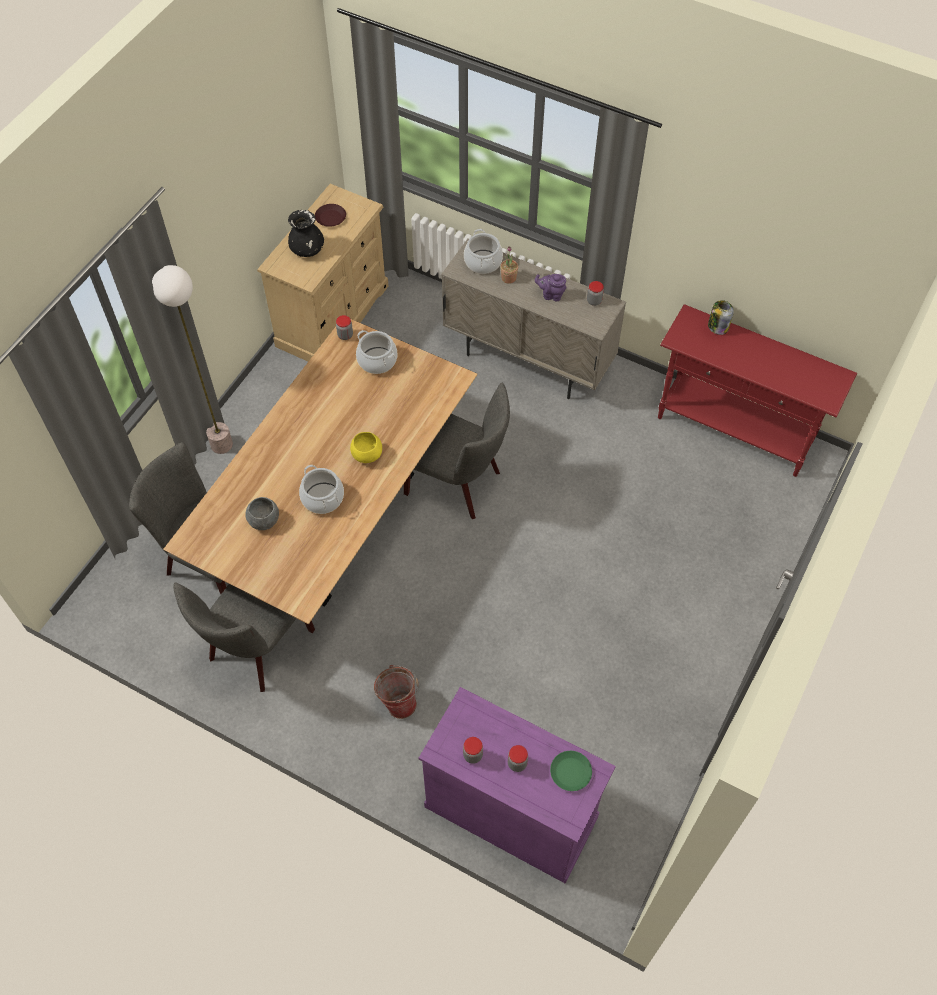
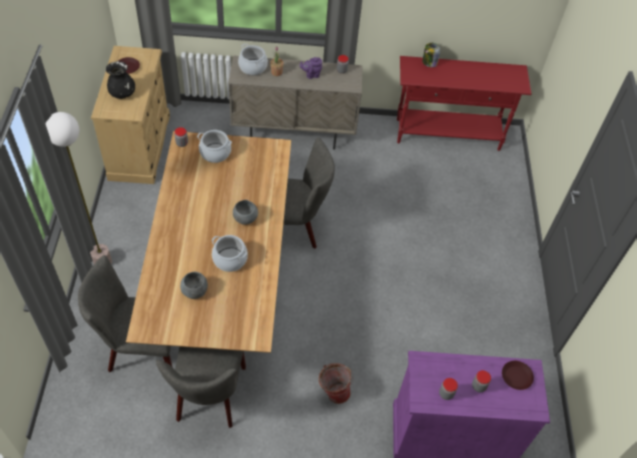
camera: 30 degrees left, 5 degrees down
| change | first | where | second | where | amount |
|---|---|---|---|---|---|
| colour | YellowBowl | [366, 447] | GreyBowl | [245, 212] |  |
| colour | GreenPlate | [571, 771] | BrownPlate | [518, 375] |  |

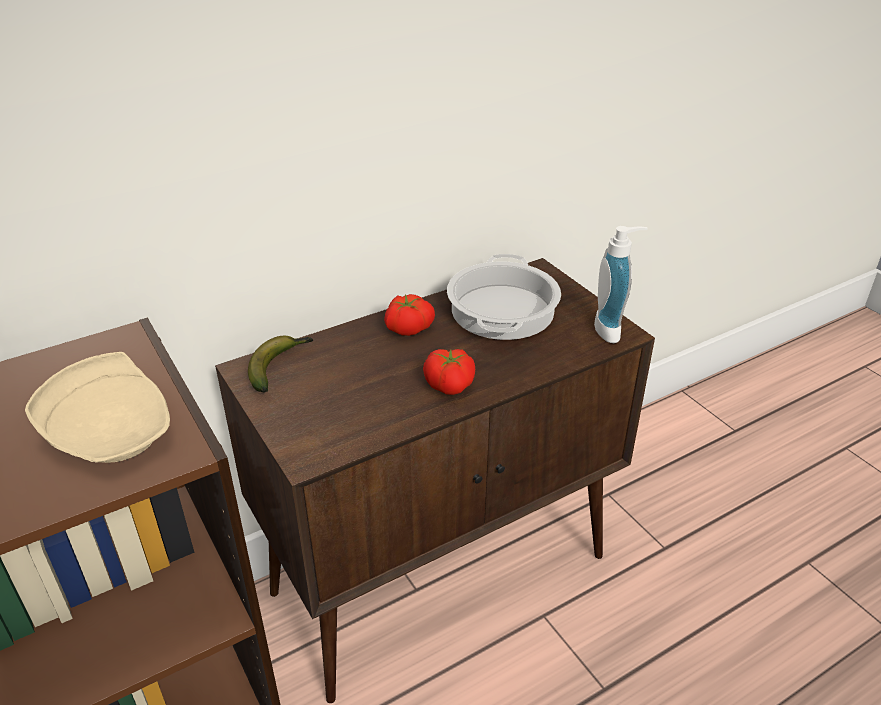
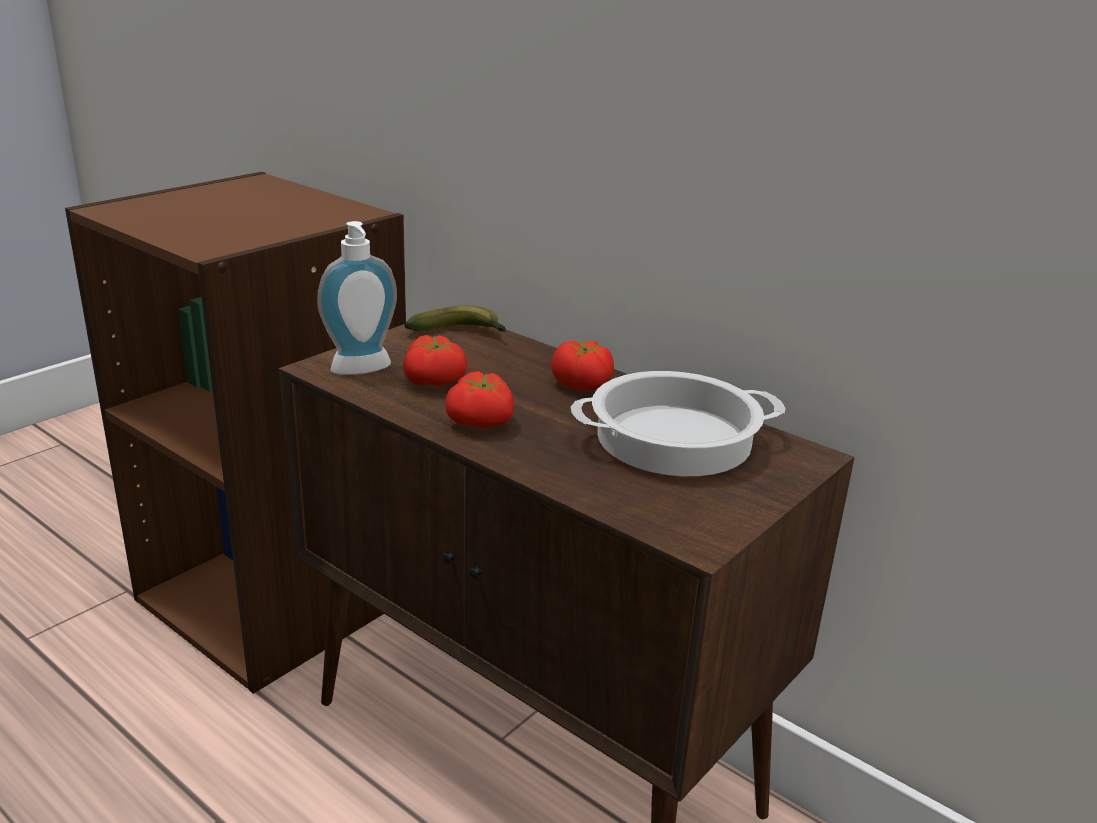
camera: 70 degrees right, 10 degrees down
| change | first | where | second | where | amount |
|---|---|---|---|---|---|
| relocated | SoapDispenser | [621, 284] |  | [357, 298] |  |
| missing | BeigePlate | [97, 407] |  |  |  |
| appeared |  |  | Tomato | [435, 360] |  |

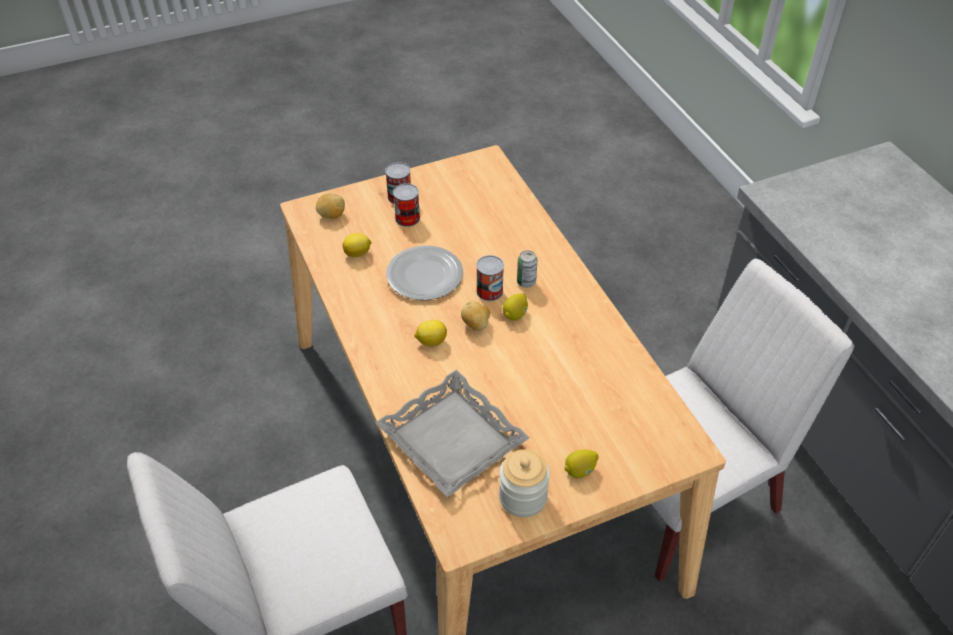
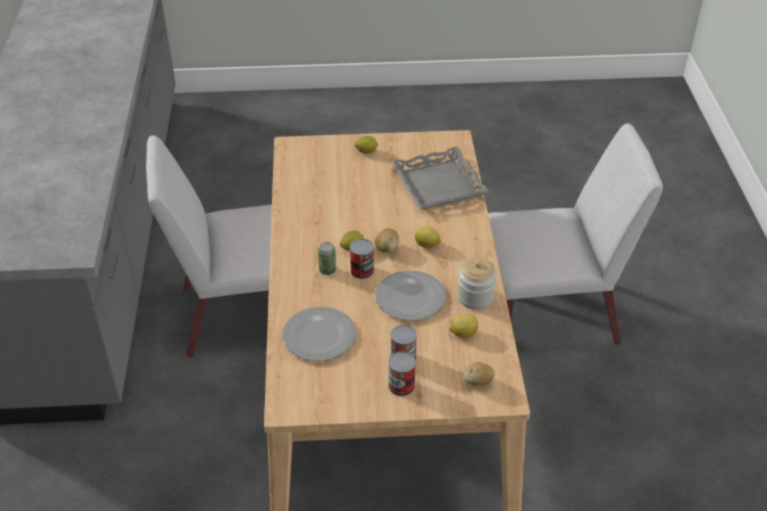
camera: 160 degrees left, 5 degrees down
| change | first | where | second | where | amount |
|---|---|---|---|---|---|
| relocated | Jar | [524, 483] |  | [477, 283] |  |
| appeared |  |  | Plate | [319, 334] |  |

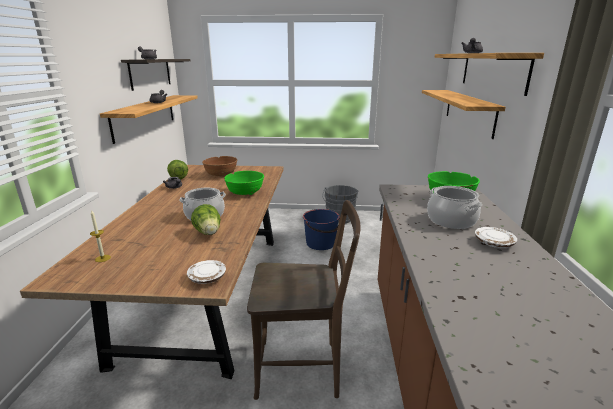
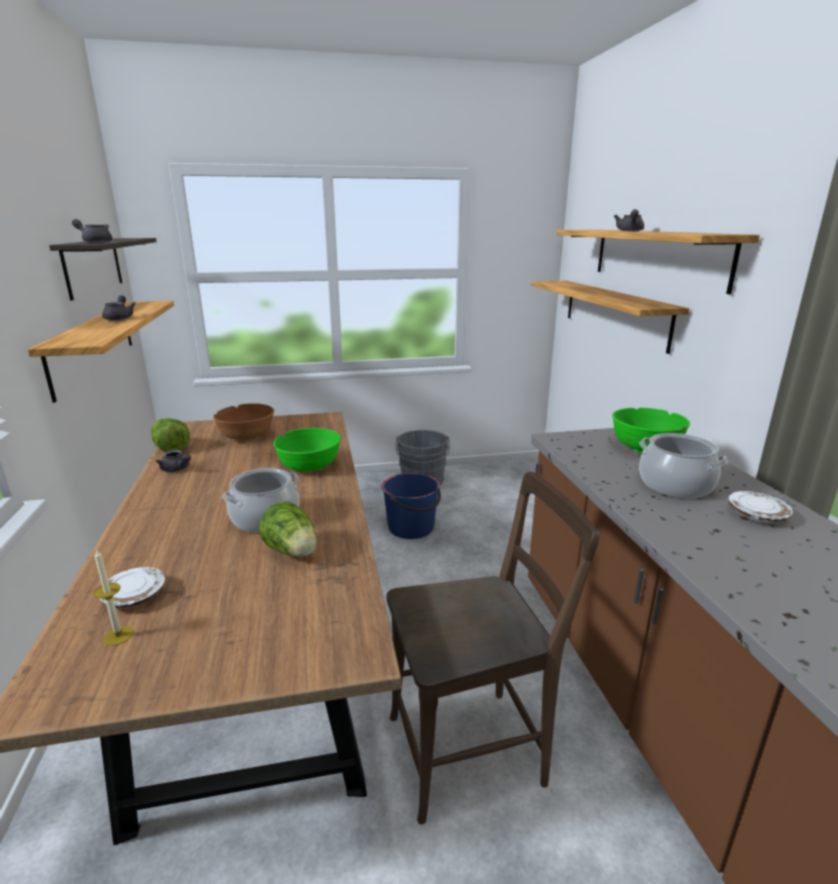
camera: 15 degrees left, 0 degrees up
| change | first | where | second | where | amount |
|---|---|---|---|---|---|
| relocated | WhitePlate | [206, 272] |  | [132, 587] |  |

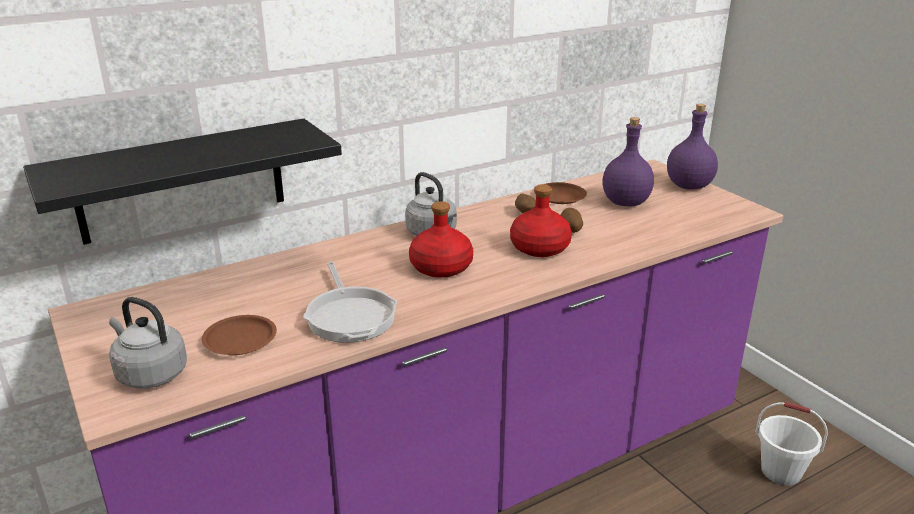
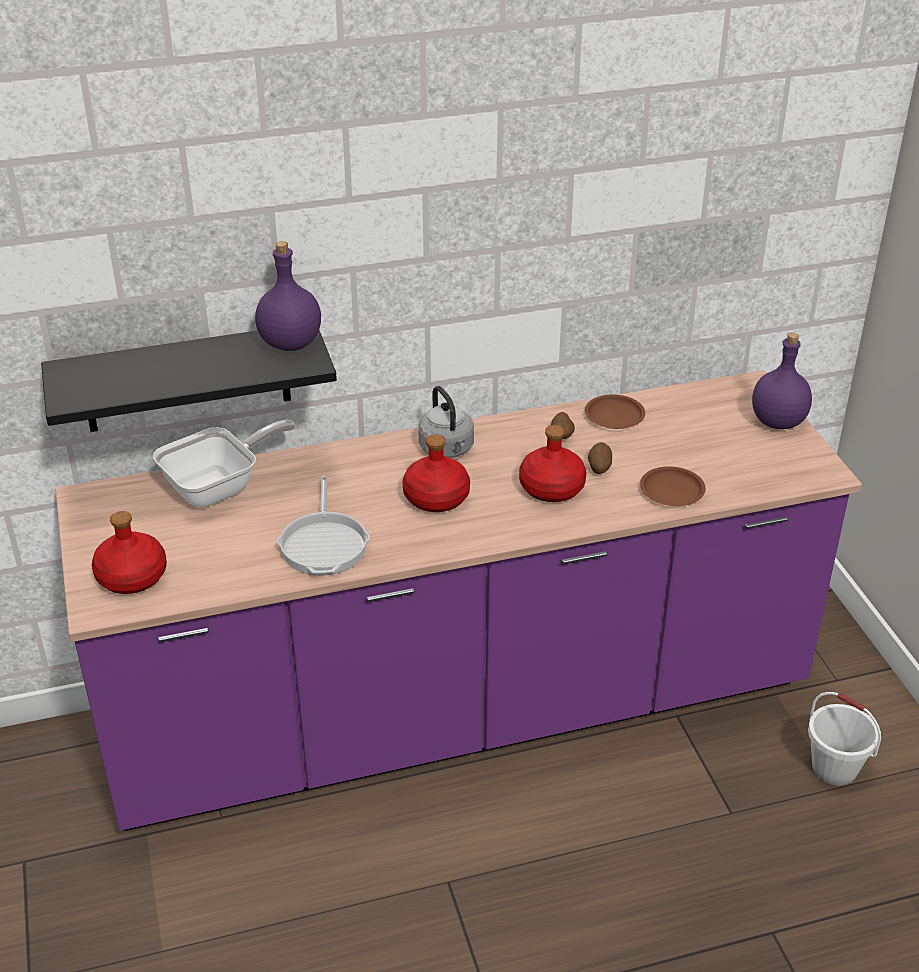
camera: 15 degrees right, 10 degrees up
| change | first | where | second | where | amount |
|---|---|---|---|---|---|
| relocated | PurpleBottle | [628, 161] |  | [288, 296] |  |
| exchanged | GreyKettle | [148, 343] | RedBottle | [129, 552] |  |
| relocated | BrownPlate | [239, 335] |  | [673, 486] |  |
| appeared |  |  | FryingPan | [224, 464] |  |

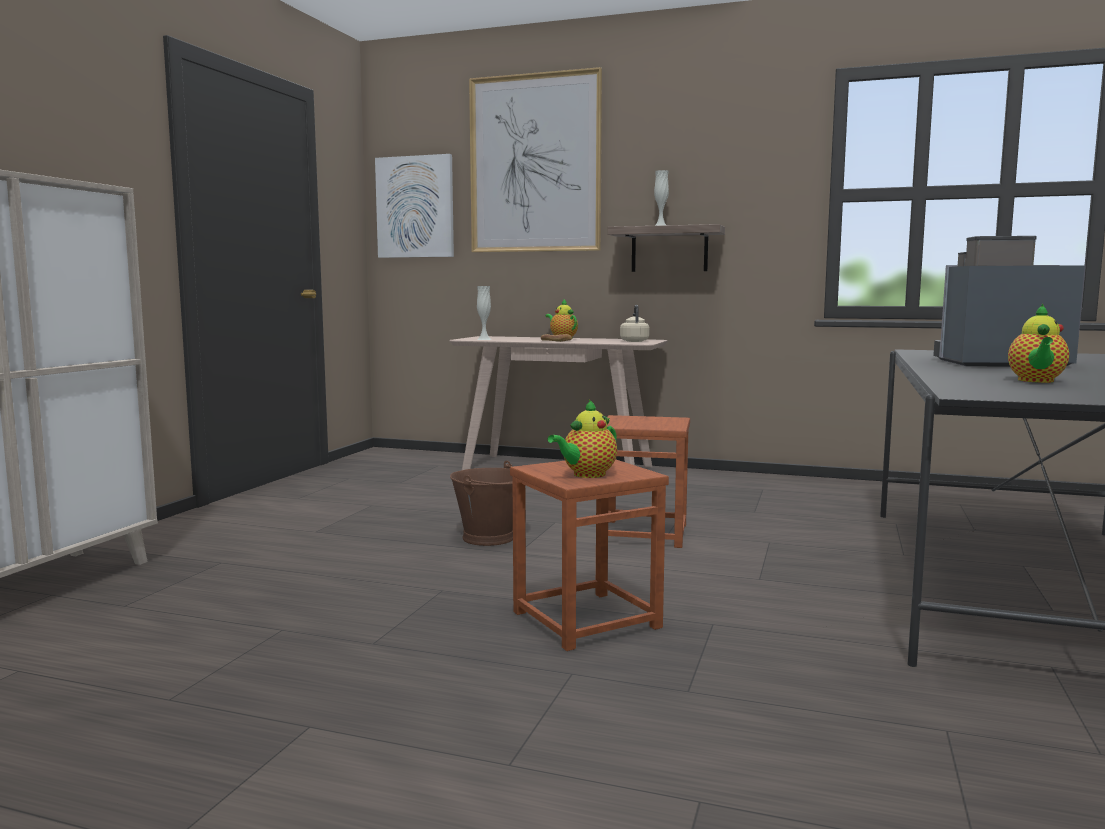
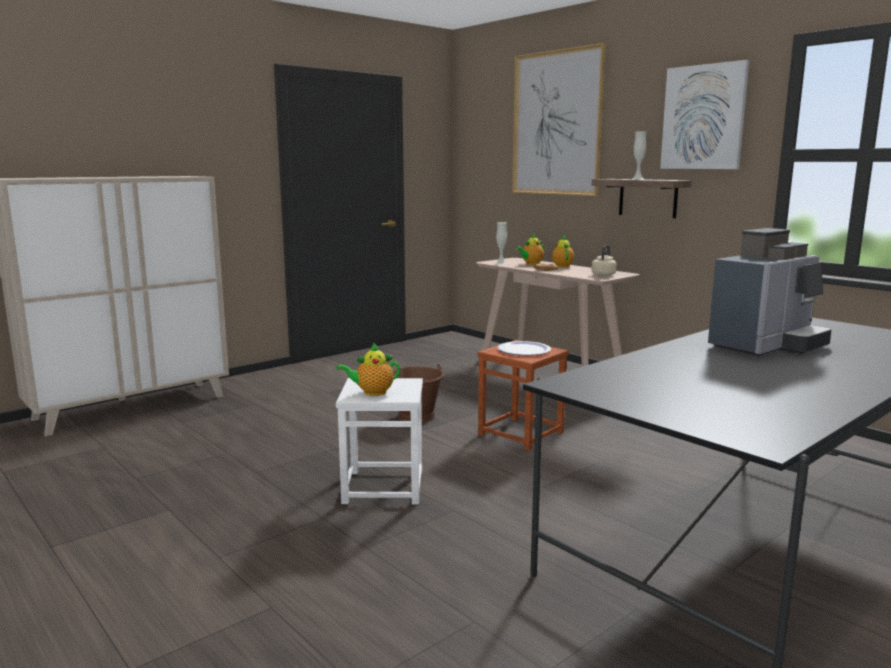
camera: 30 degrees right, 5 degrees up
| change | first | where | second | where | amount |
|---|---|---|---|---|---|
| relocated | Picture | [414, 206] |  | [704, 114] |  |
| spun | CoffeeMachine | [1009, 301] |  | [770, 292] | 105 degrees clockwise |
| relocated | Teapot | [1038, 343] |  | [530, 249] |  |
| colour | BrownStool | [589, 555] | WhiteStool | [379, 441] |  |
| appeared |  |  | Plate | [524, 348] |  |

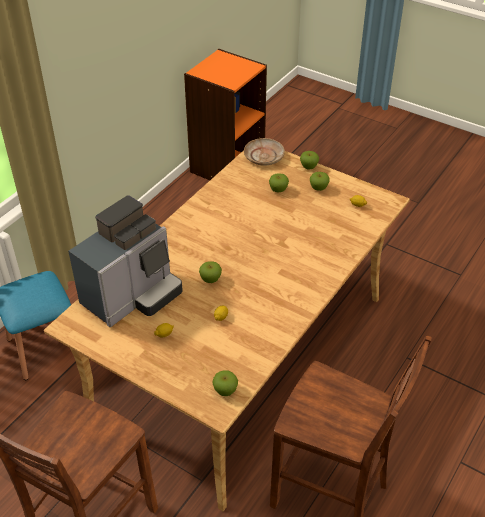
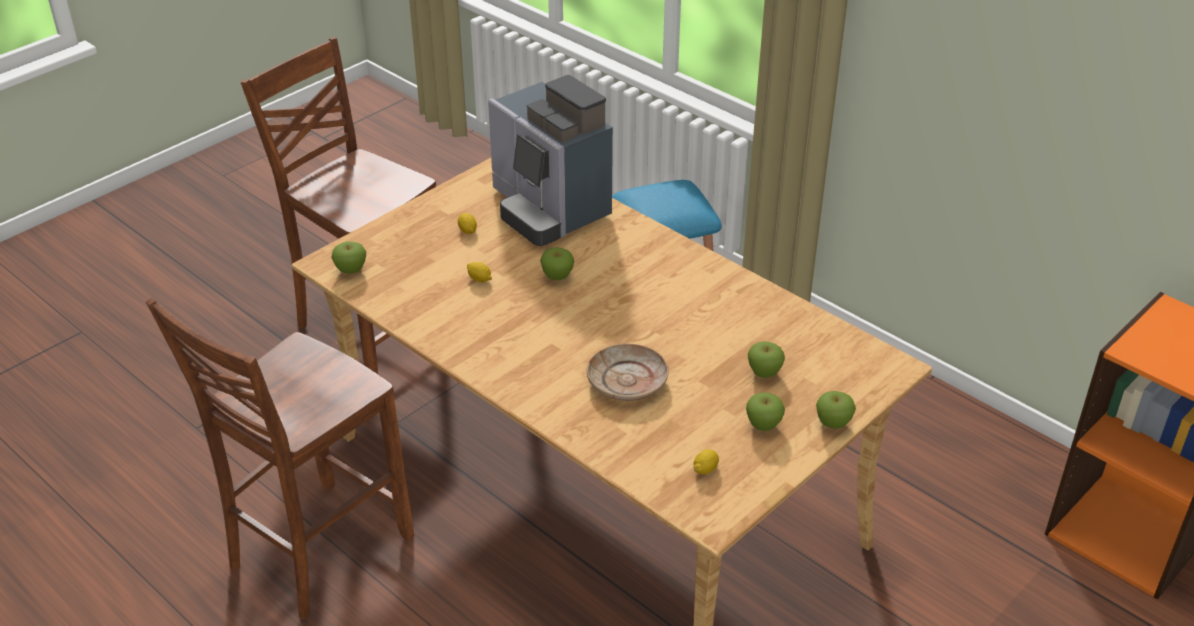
camera: 100 degrees right, 5 degrees down
| change | first | where | second | where | amount |
|---|---|---|---|---|---|
| relocated | BeigePlate | [264, 152] |  | [628, 372] |  |

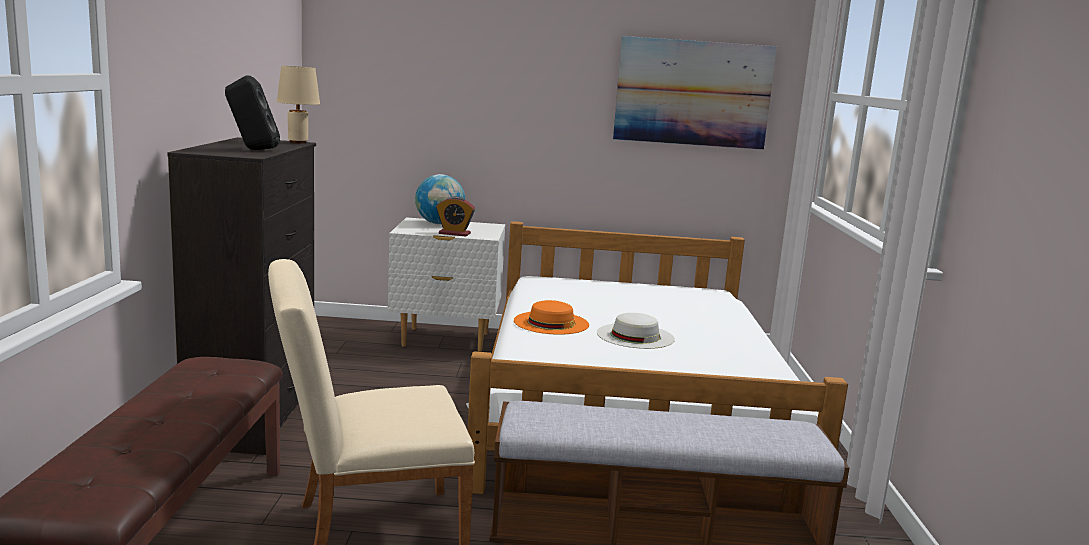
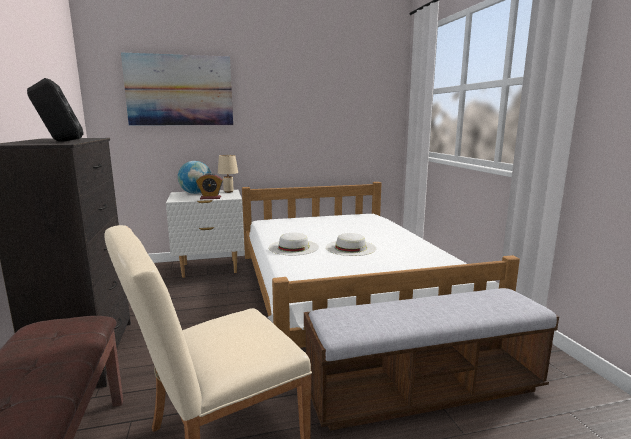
camera: 15 degrees left, 0 degrees up
| change | first | where | second | where | amount |
|---|---|---|---|---|---|
| relocated | Picture | [695, 93] |  | [177, 89] |  |
| relocated | BeigeTableLamp | [298, 104] |  | [228, 174] |  |
| colour | OrangeHat | [551, 317] | WhiteHat | [294, 244] |  |

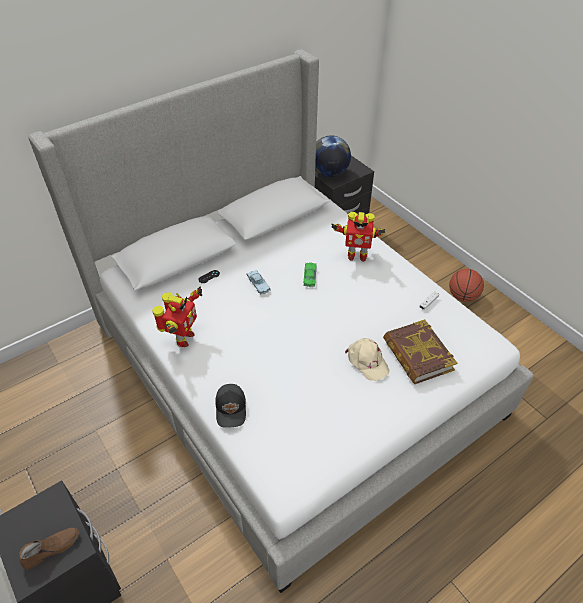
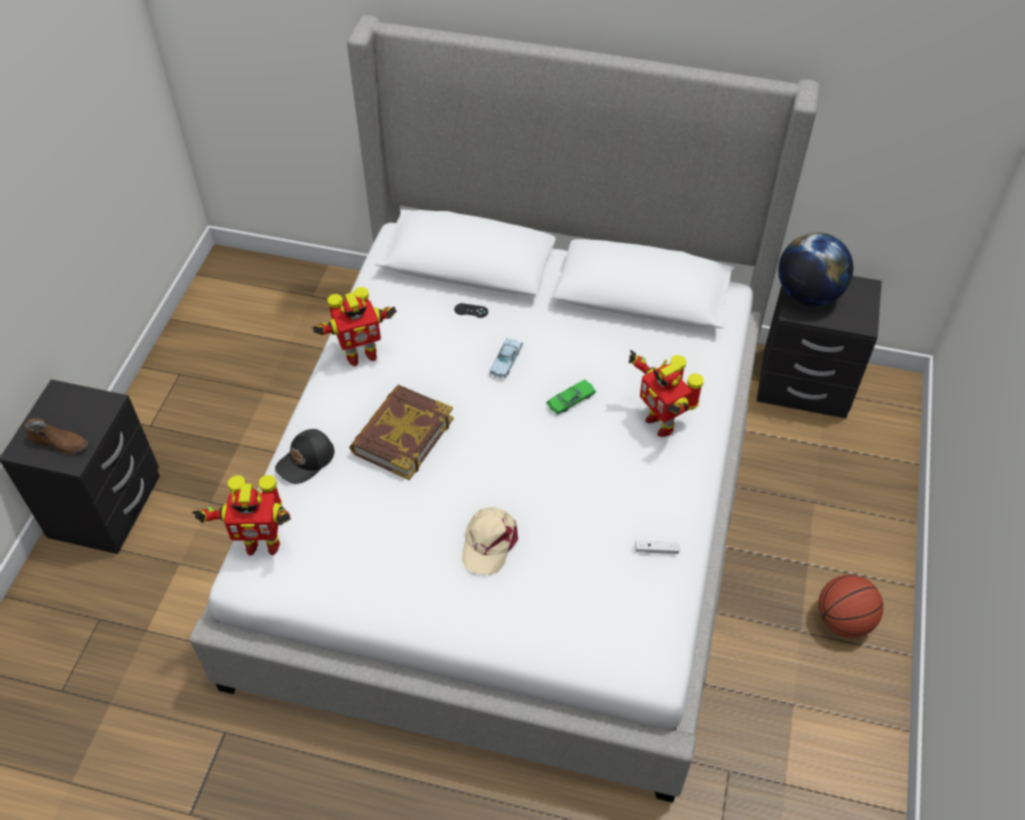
camera: 50 degrees right, 5 degrees up
| change | first | where | second | where | amount |
|---|---|---|---|---|---|
| relocated | Book | [420, 351] |  | [402, 432] |  |
| appeared |  |  | ToyRobot | [241, 515] |  |

